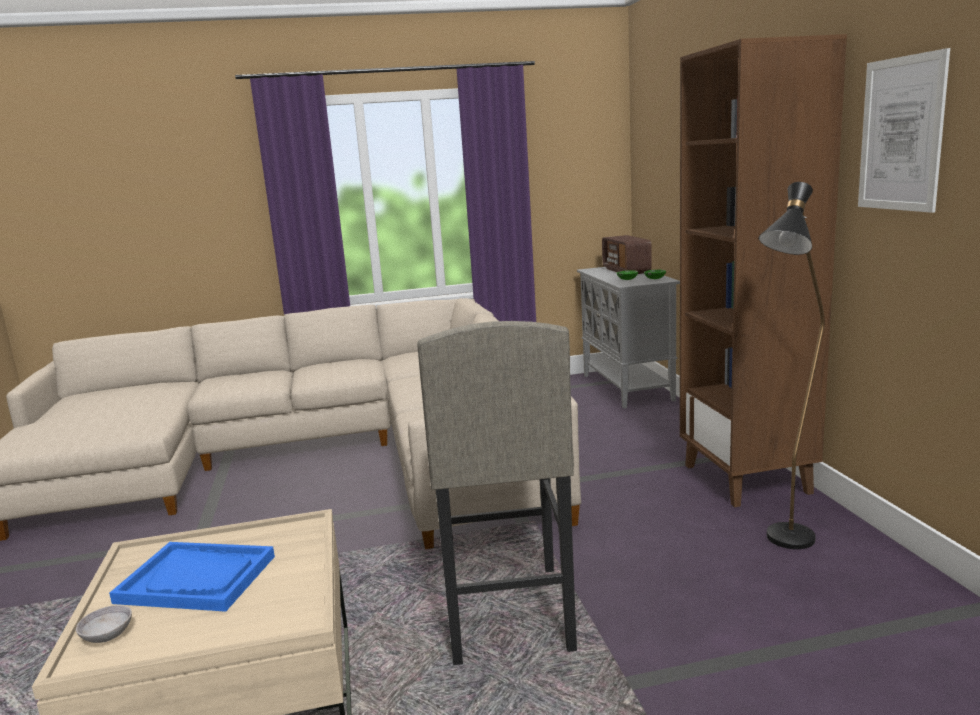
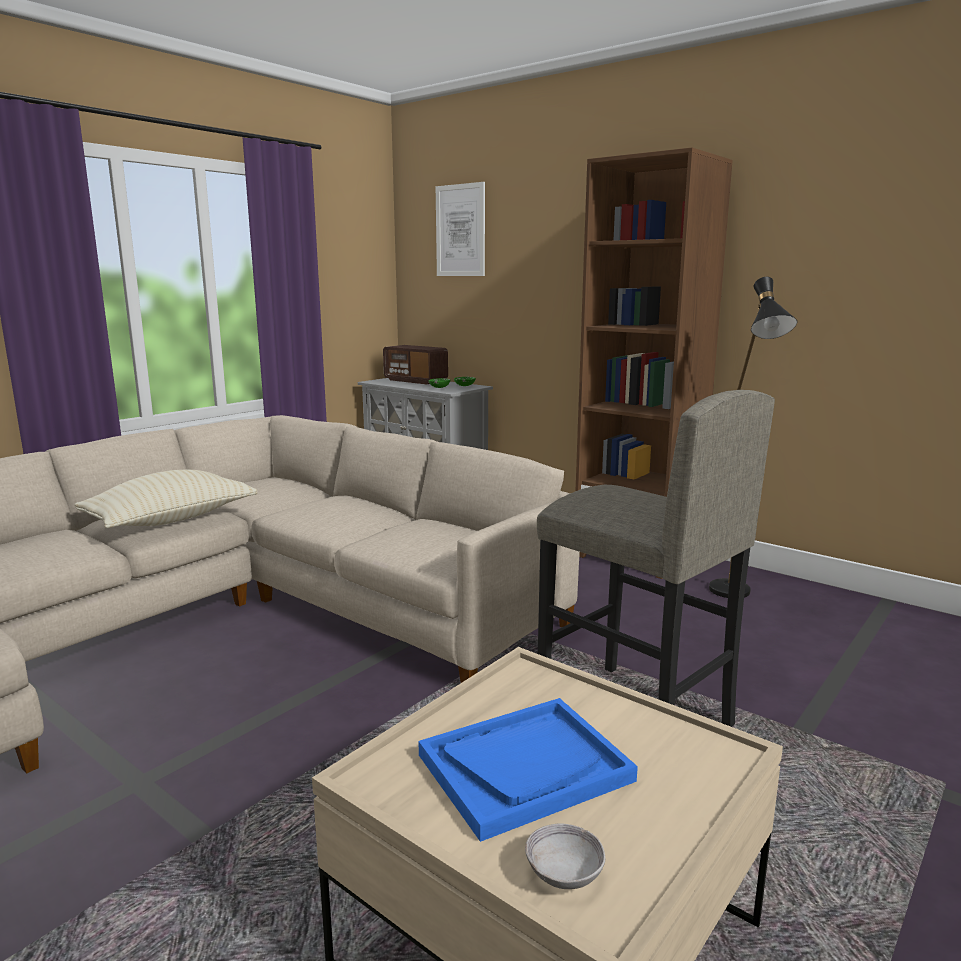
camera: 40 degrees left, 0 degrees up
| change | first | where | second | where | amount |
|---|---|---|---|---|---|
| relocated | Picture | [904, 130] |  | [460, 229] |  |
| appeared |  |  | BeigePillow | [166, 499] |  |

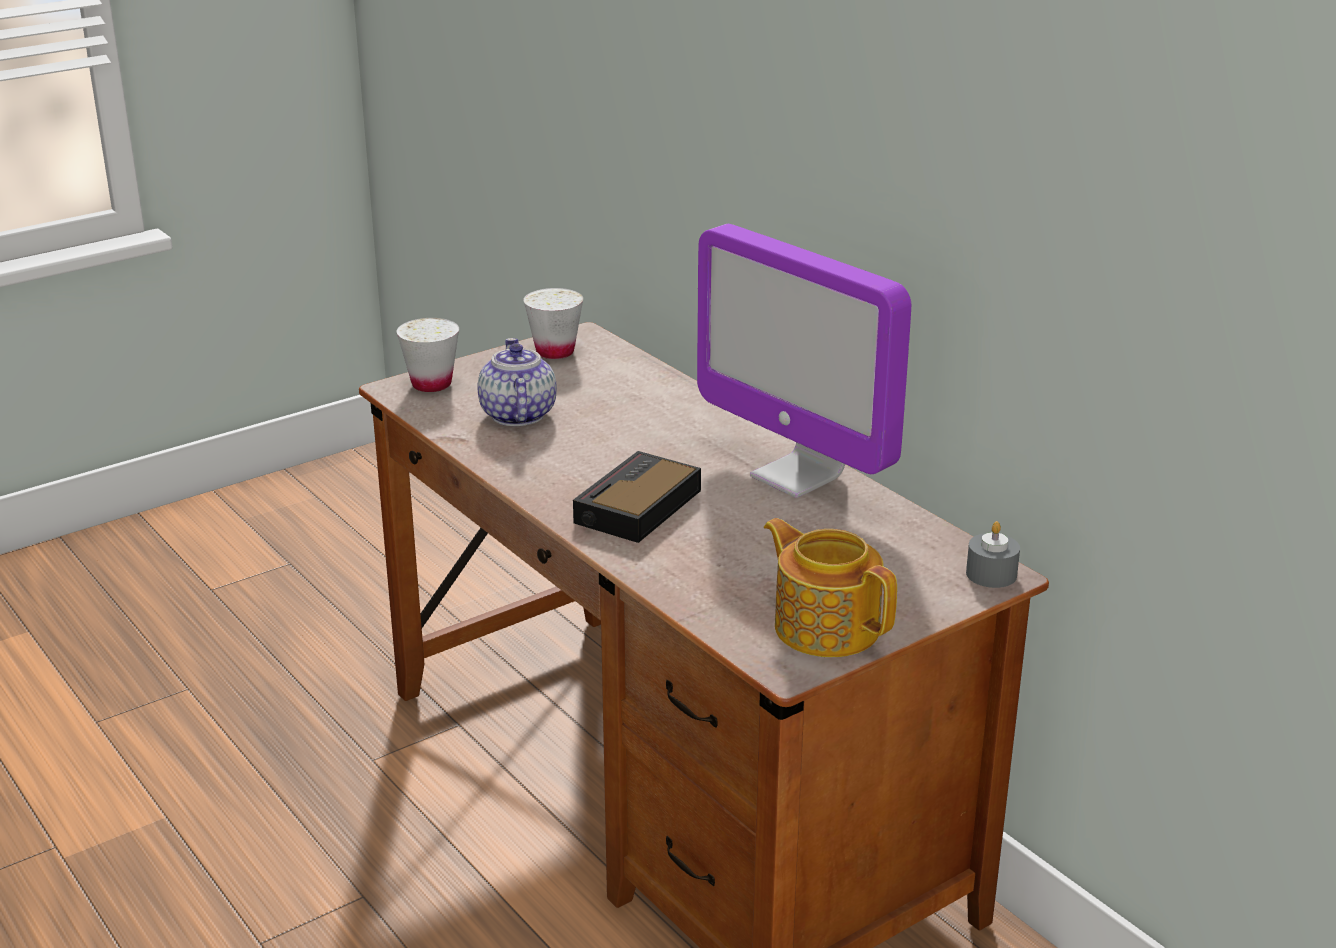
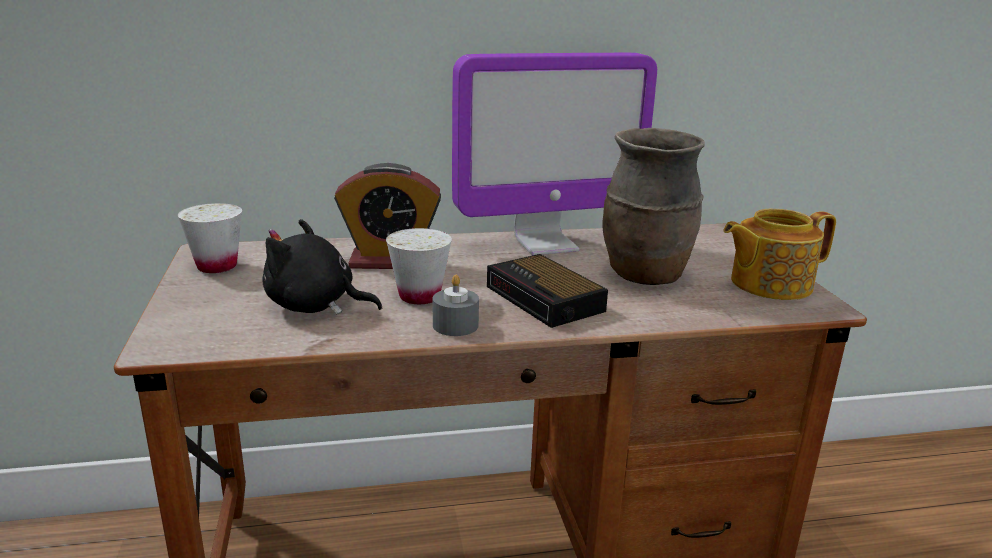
camera: 65 degrees left, 5 degrees down
| change | first | where | second | where | amount |
|---|---|---|---|---|---|
| relocated | WhiteCup | [428, 355] |  | [419, 266] |  |
| exchanged | Teapot | [517, 382] | BlackPlushToy | [322, 267] |  |
| relocated | GreyCandle | [993, 554] |  | [456, 305] |  |
| appeared |  |  | BrownVase | [653, 206] |  |
| appeared |  |  | AlarmClock | [387, 216] |  |

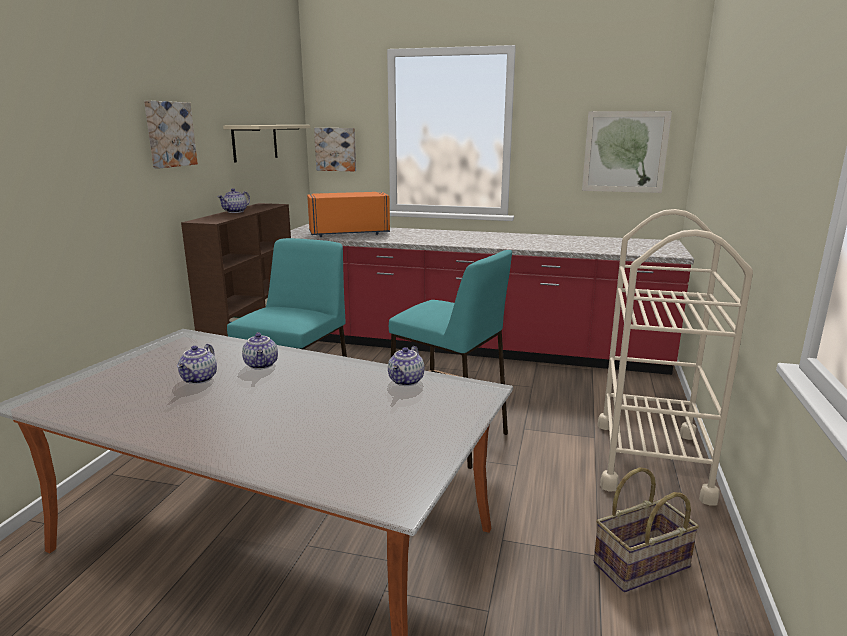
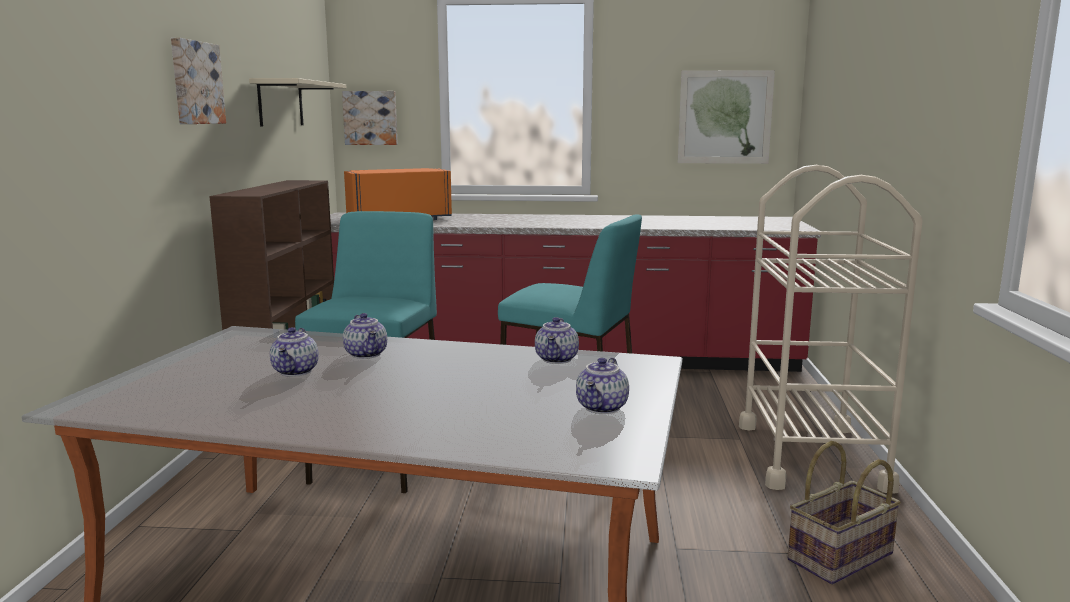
camera: 10 degrees left, 5 degrees down
| change | first | where | second | where | amount |
|---|---|---|---|---|---|
| relocated | Teapot | [233, 200] |  | [602, 385] |  |

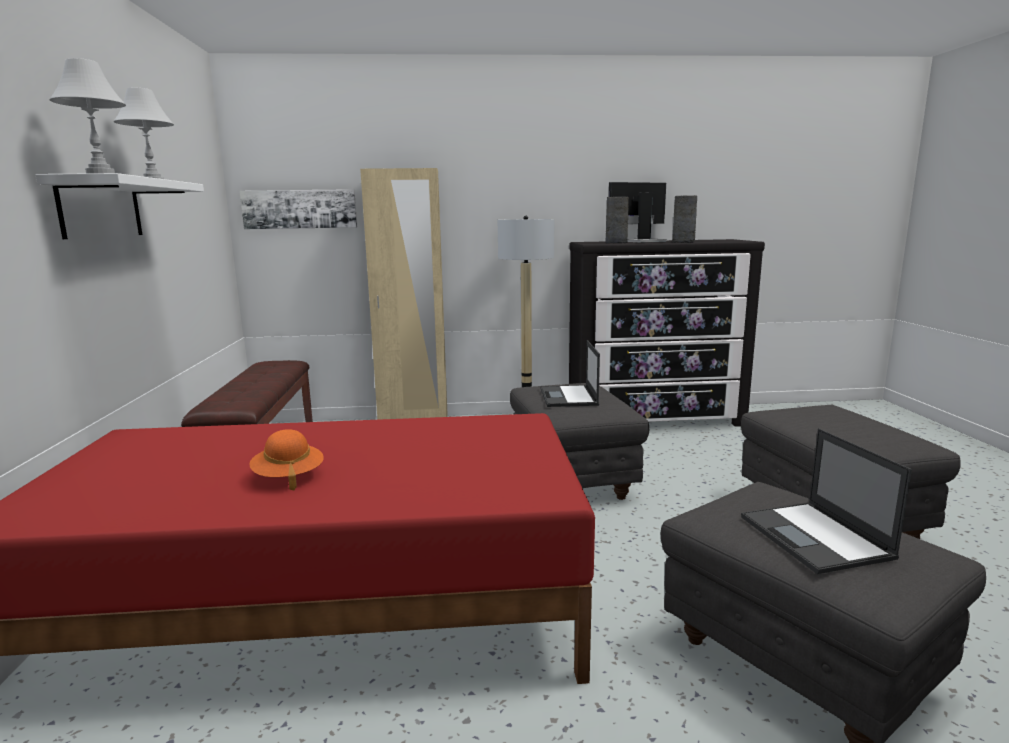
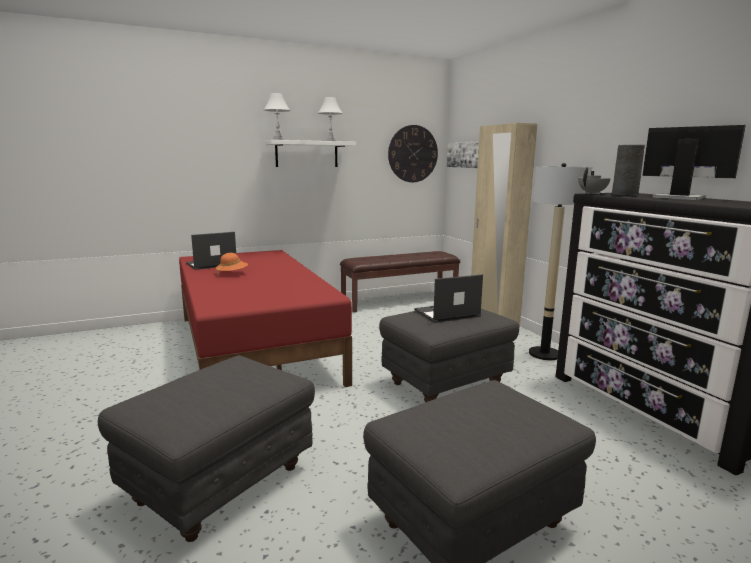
camera: 70 degrees right, 0 degrees up
| change | first | where | second | where | amount |
|---|---|---|---|---|---|
| missing | GreyVase | [684, 219] |  |  |  |
| relocated | Laptop | [826, 501] |  | [211, 251] |  |
| appeared |  |  | WallClock | [413, 153] |  |
| appeared |  |  | GreyTeapot | [594, 180] |  |

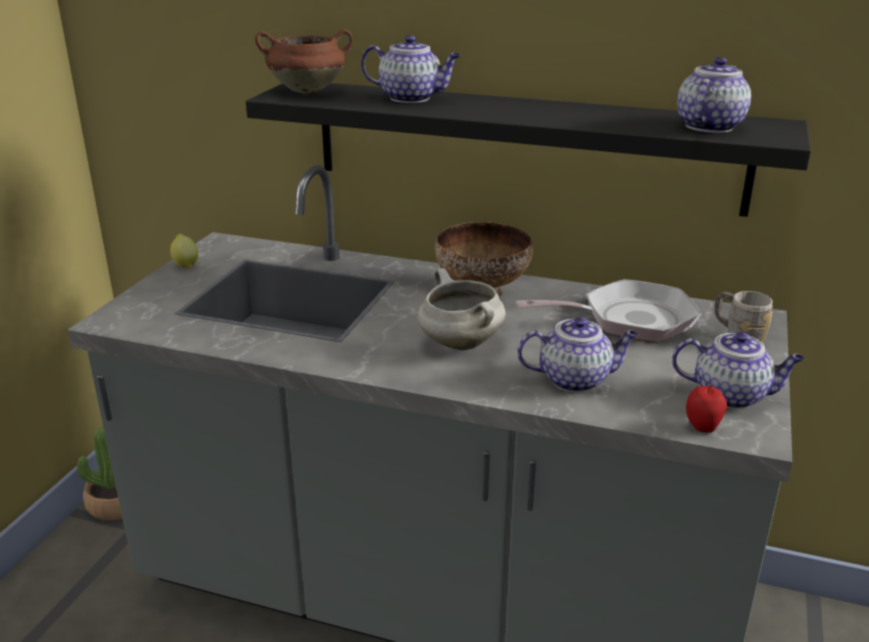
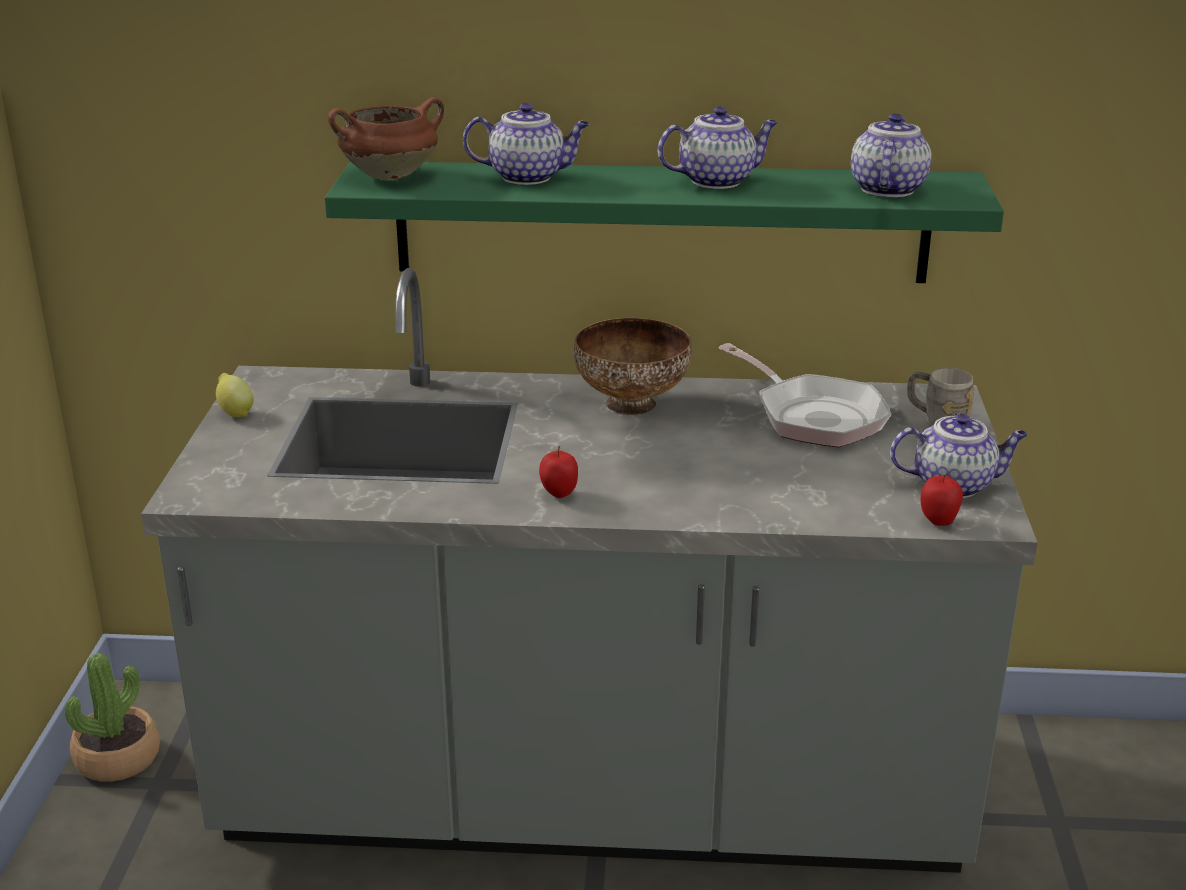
camera: 15 degrees left, 0 degrees up
| change | first | where | second | where | amount |
|---|---|---|---|---|---|
| colour | BlackShelf | [528, 150] | GreenShelf | [664, 222] |  |
| missing | WhiteCookingPot | [461, 309] |  |  |  |
| spun | FryingPan | [608, 311] |  | [805, 395] | 75 degrees clockwise |
| relocated | Teapot | [577, 354] |  | [718, 147] |  |
| appeared |  |  | Apple | [558, 472] |  |

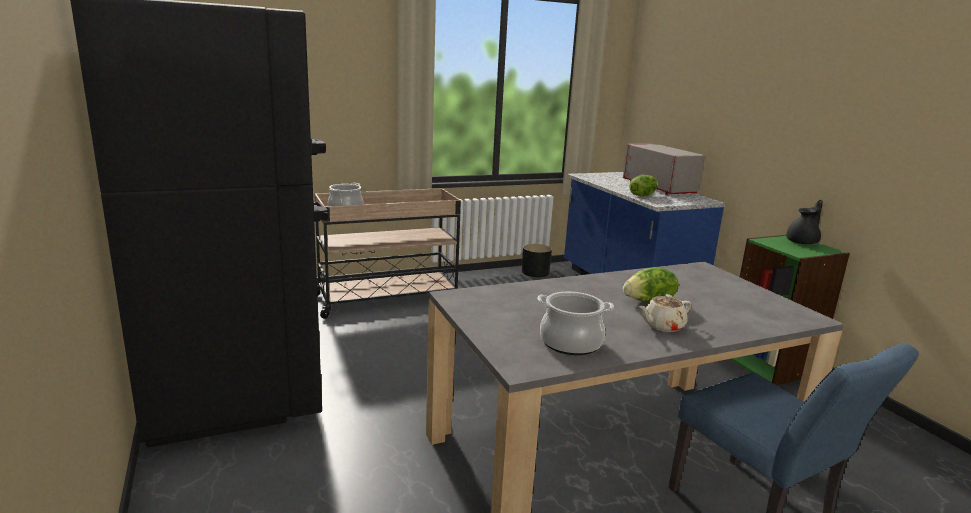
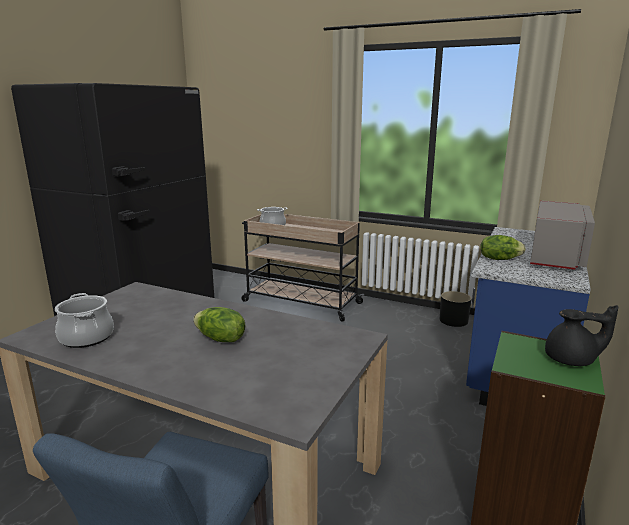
camera: 50 degrees right, 0 degrees up
| change | first | where | second | where | amount |
|---|---|---|---|---|---|
| missing | BeigeTeapot | [665, 313] |  |  |  |

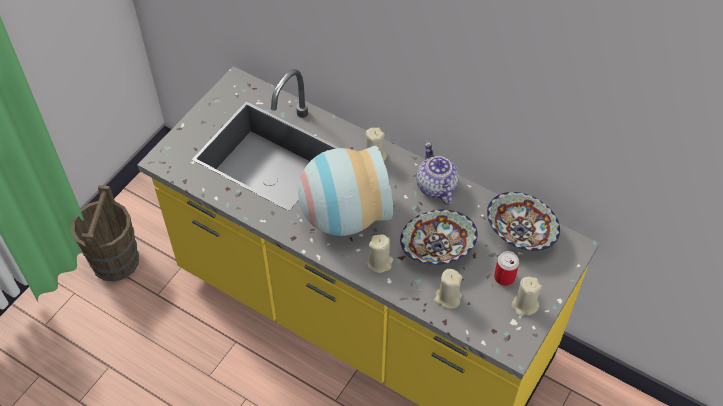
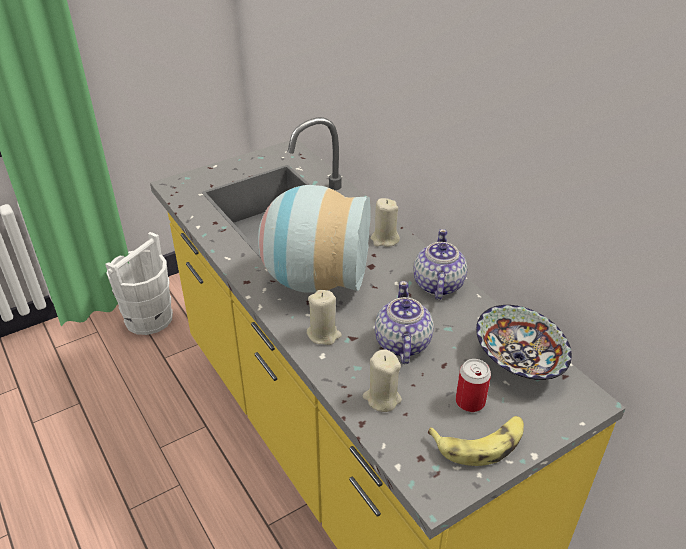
camera: 25 degrees right, 15 degrees down
| change | first | where | second | where | amount |
|---|---|---|---|---|---|
| colour | BrownBucket | [105, 233] | WhiteBucket | [139, 283] |  |
| exchanged | Bowl | [439, 237] | Teapot | [404, 322] |  |
| exchanged | BeigeCandle | [526, 296] | Banana | [476, 441] |  |

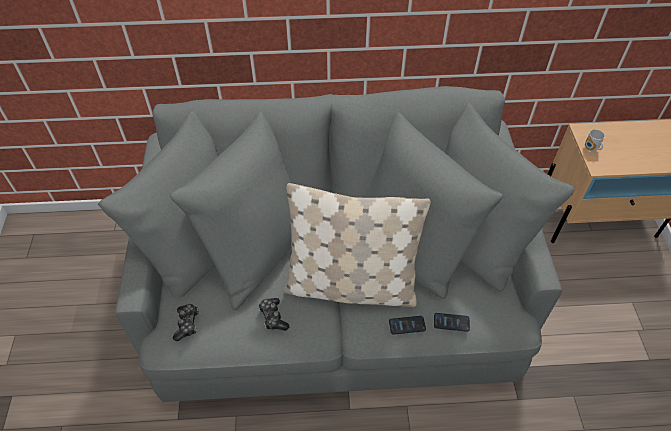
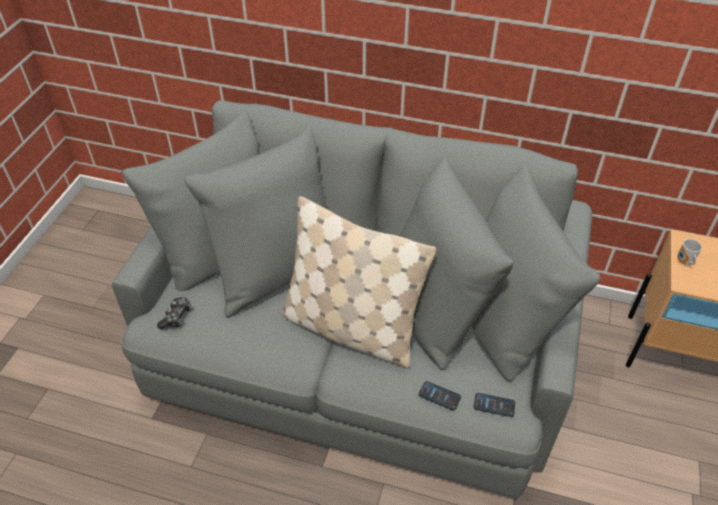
camera: 20 degrees right, 5 degrees down
| change | first | where | second | where | amount |
|---|---|---|---|---|---|
| missing | GameController | [273, 314] |  |  |  |
| relocated | Phone | [407, 325] |  | [494, 405] |  |

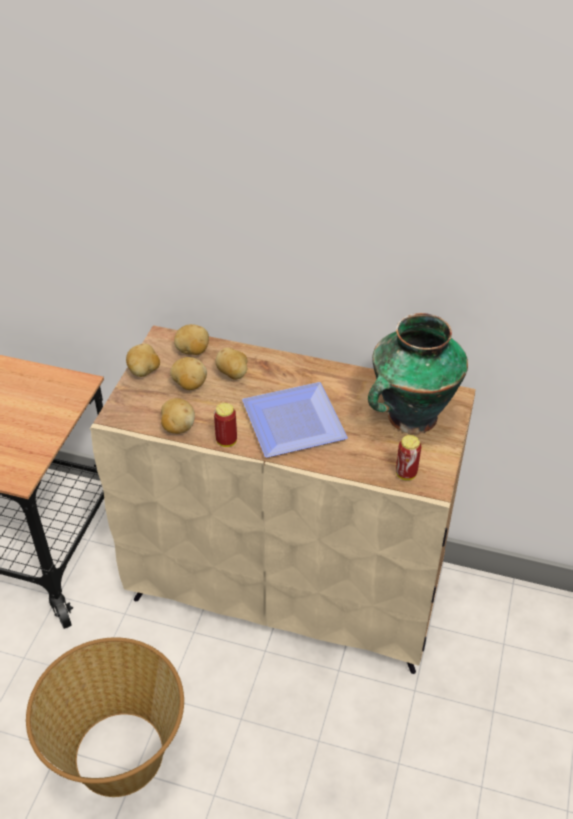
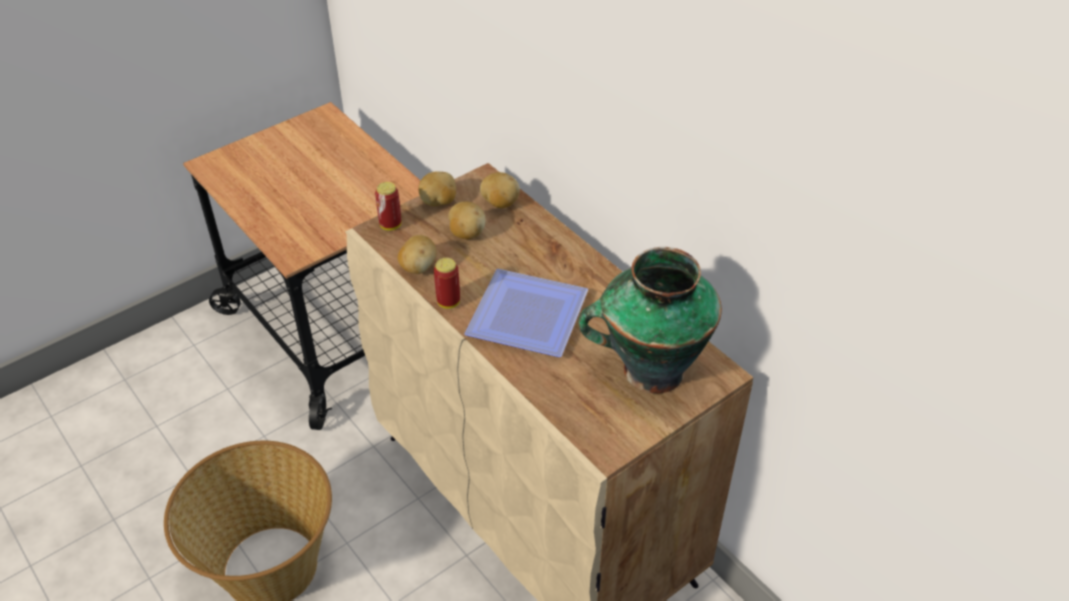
camera: 35 degrees right, 0 degrees up
| change | first | where | second | where | amount |
|---|---|---|---|---|---|
| missing | Potato | [231, 364] |  |  |  |
| relocated | Can | [408, 457] |  | [388, 206] |  |

